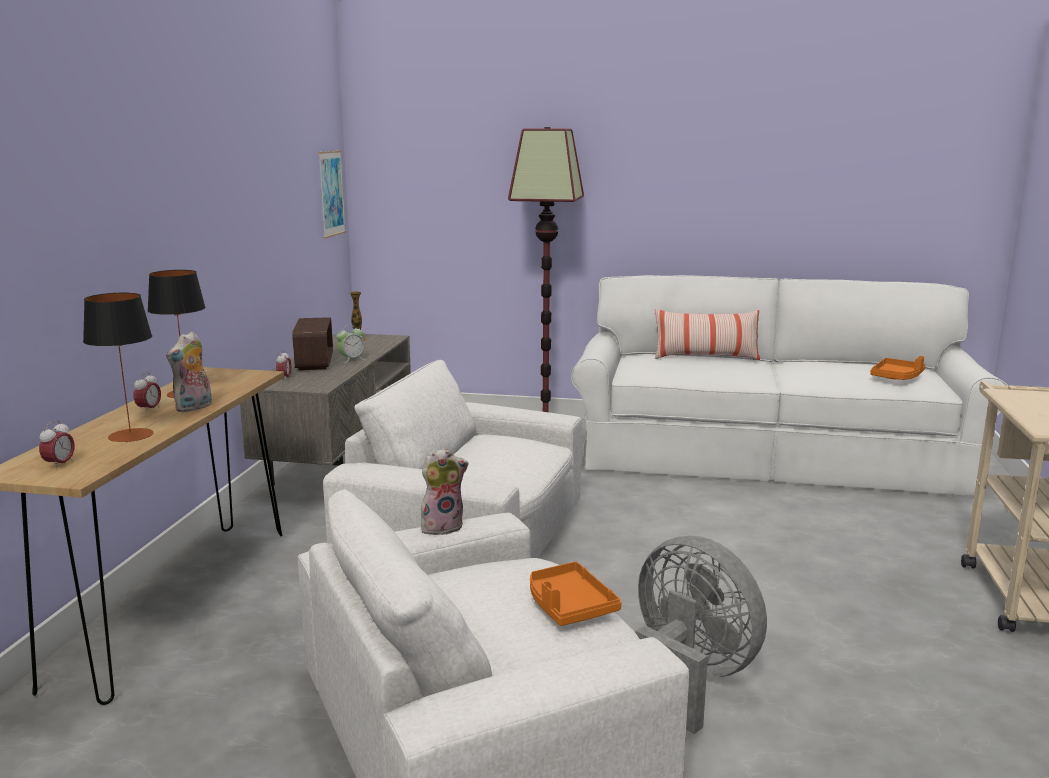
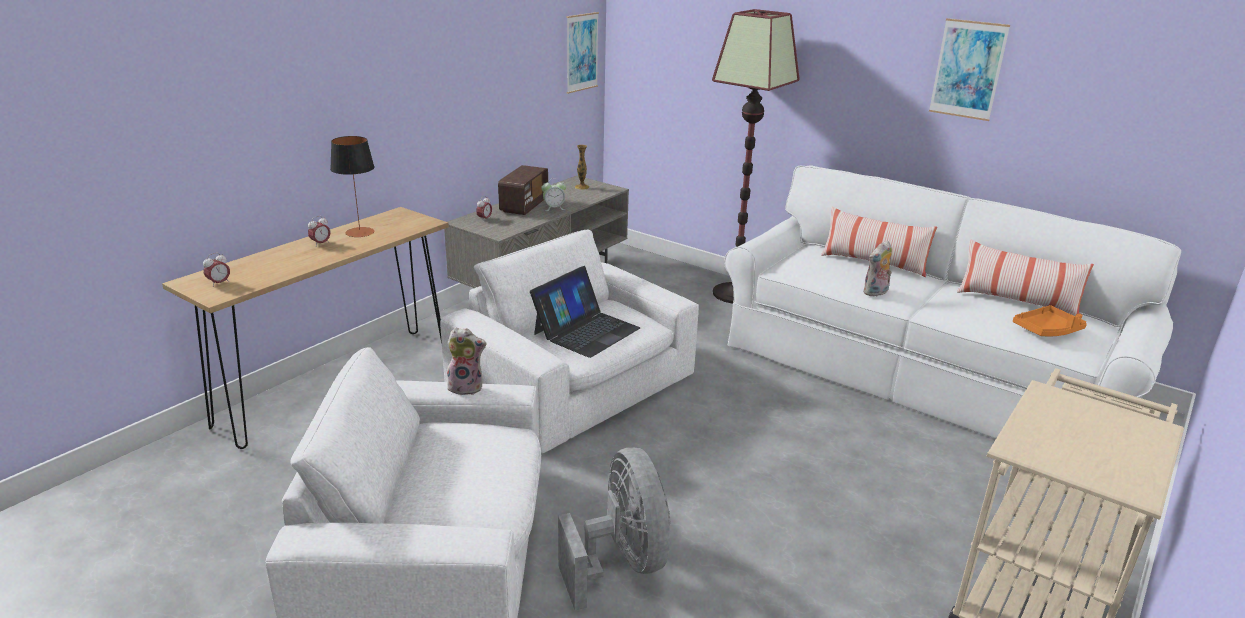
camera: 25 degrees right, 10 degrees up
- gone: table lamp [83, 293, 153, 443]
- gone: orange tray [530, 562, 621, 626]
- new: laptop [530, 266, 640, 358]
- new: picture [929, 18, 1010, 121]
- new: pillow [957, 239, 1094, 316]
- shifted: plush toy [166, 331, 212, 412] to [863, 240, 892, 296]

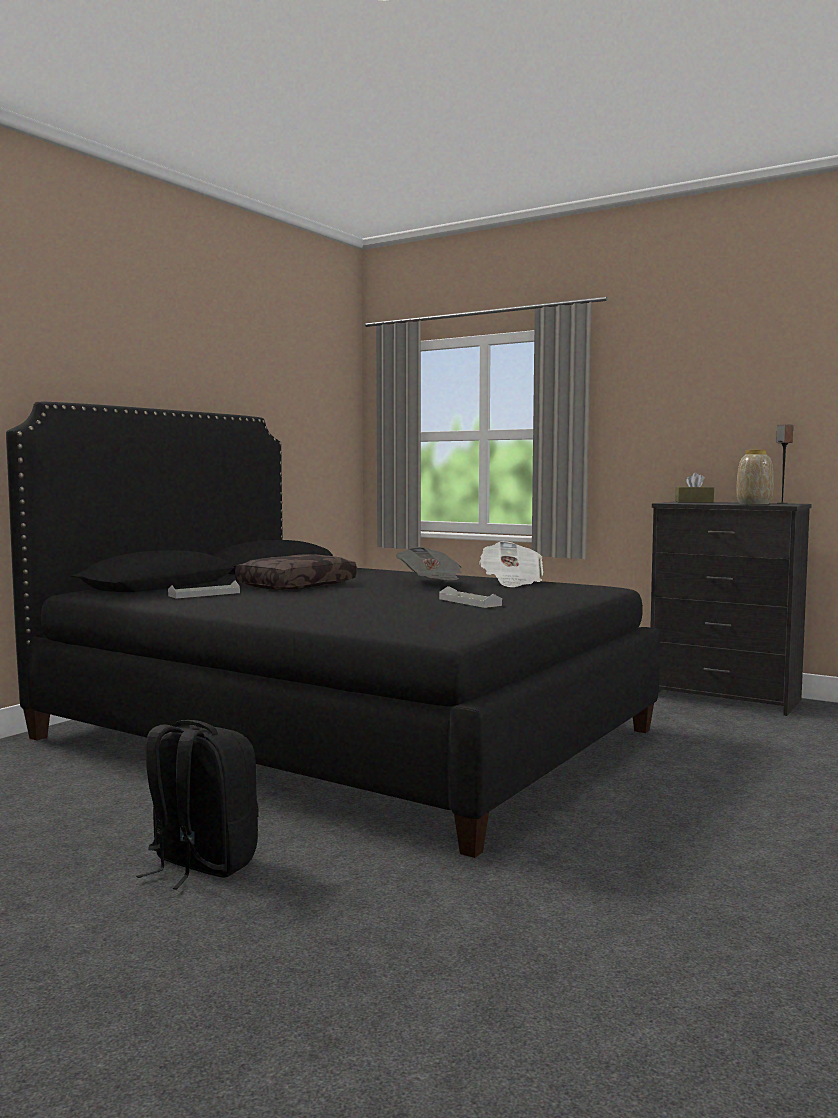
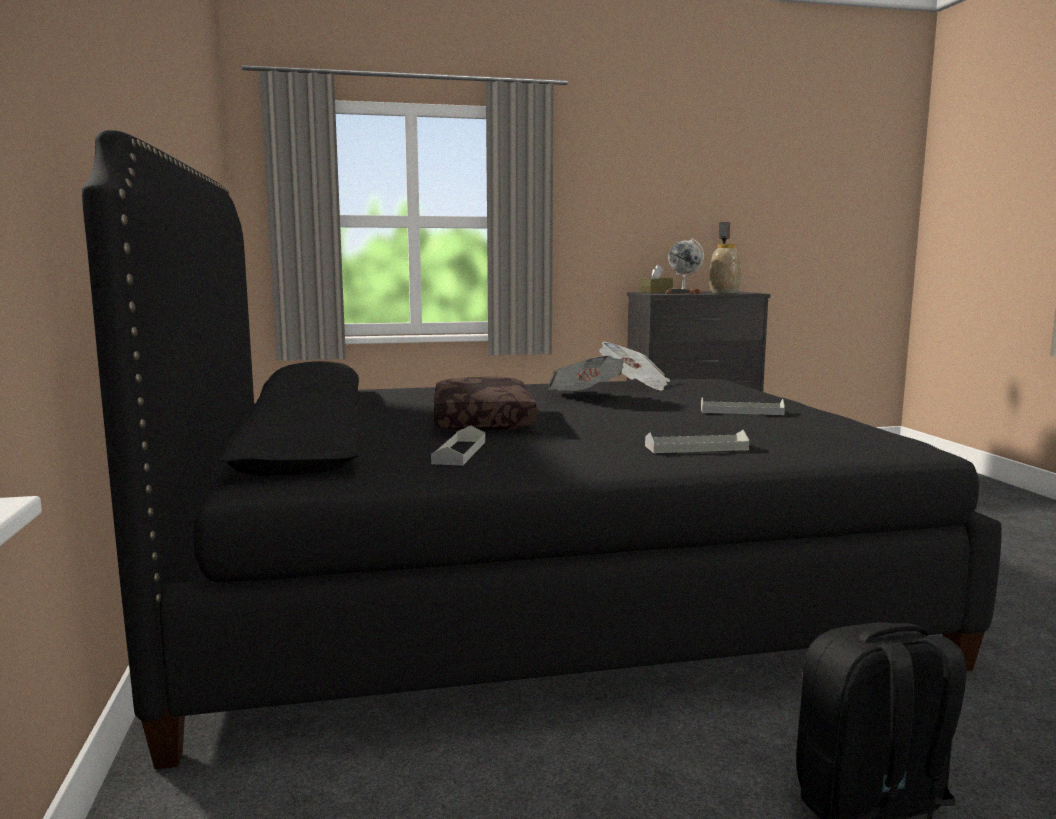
camera: 45 degrees left, 5 degrees up
- new: grey tray [645, 430, 749, 453]
- new: globe [666, 239, 704, 294]

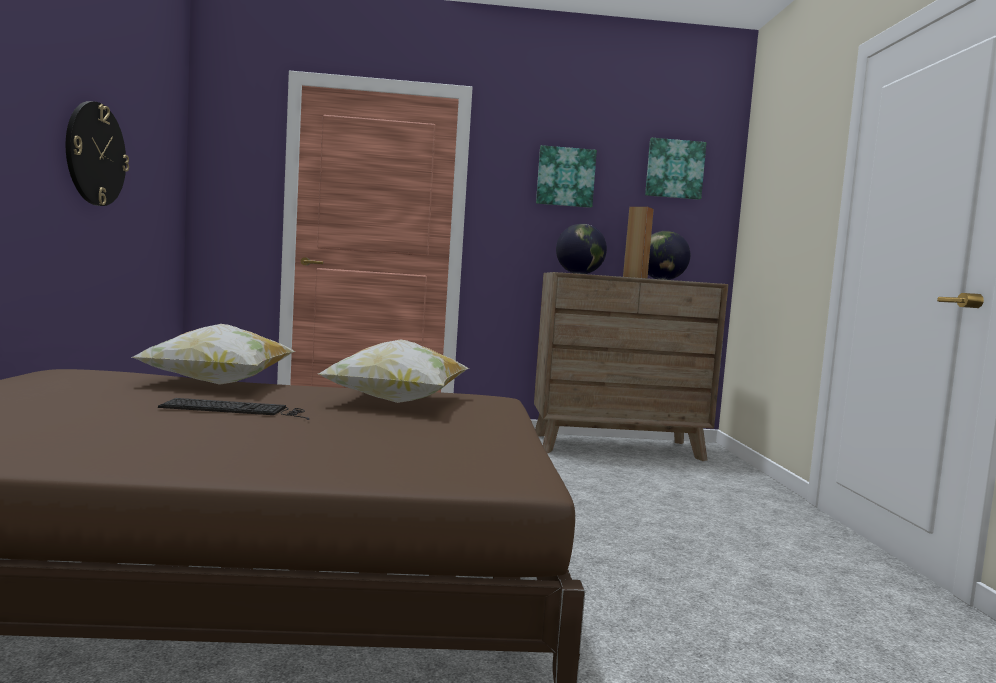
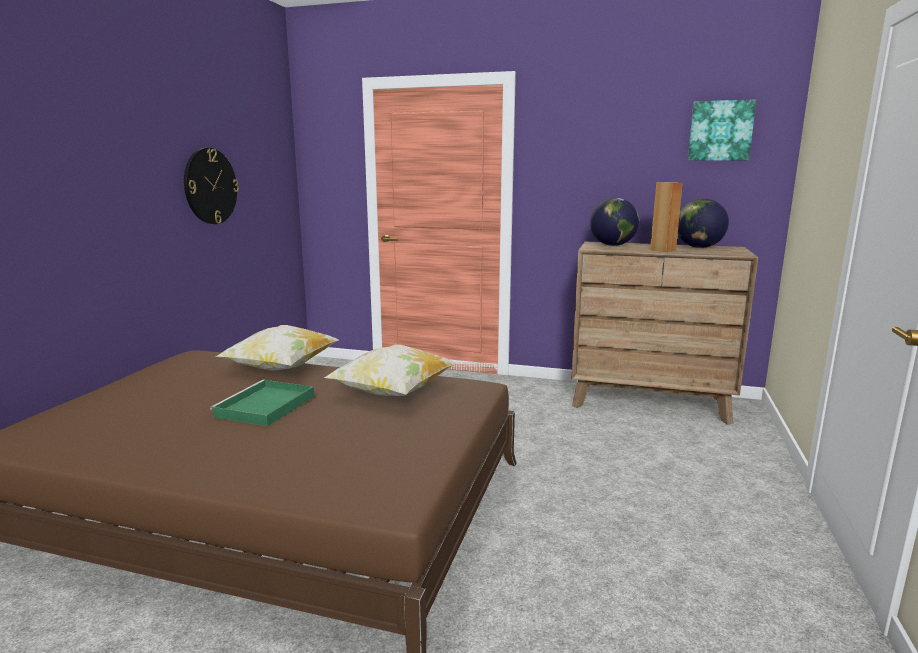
camera: 20 degrees right, 10 degrees up
- gone: picture [536, 145, 597, 208]
- swapped: keyboard [158, 398, 310, 420] to green tray [210, 380, 314, 427]

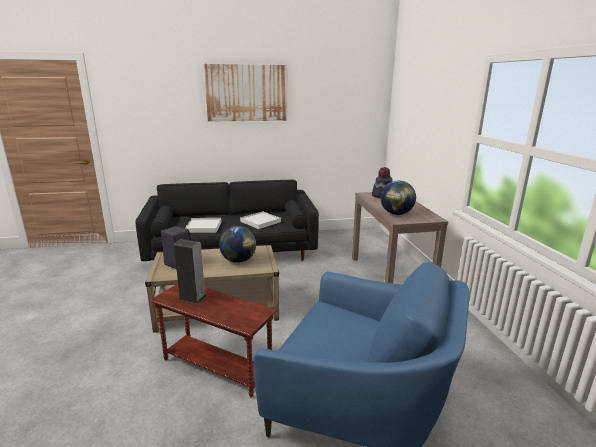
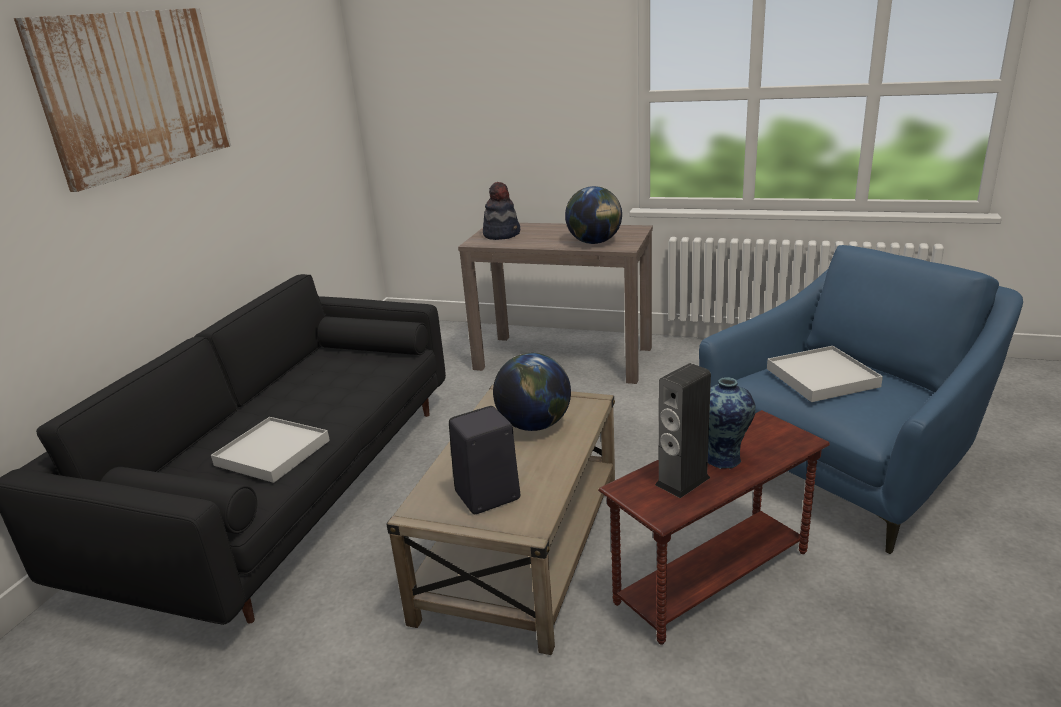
camera: 60 degrees left, 5 degrees up
- new: vase [708, 377, 756, 469]
- shifted: white tray [240, 211, 281, 229] to [767, 346, 883, 402]

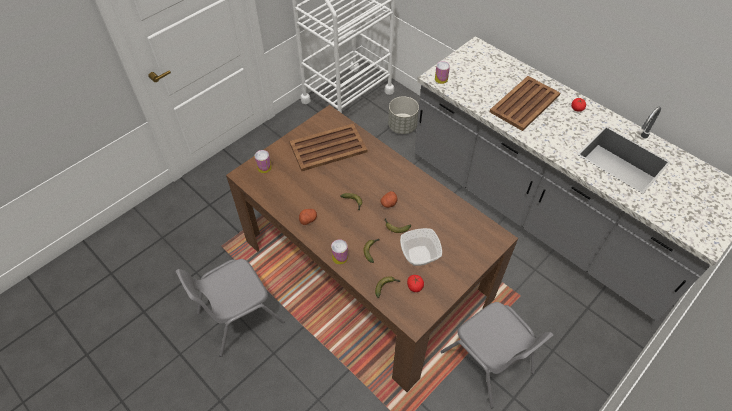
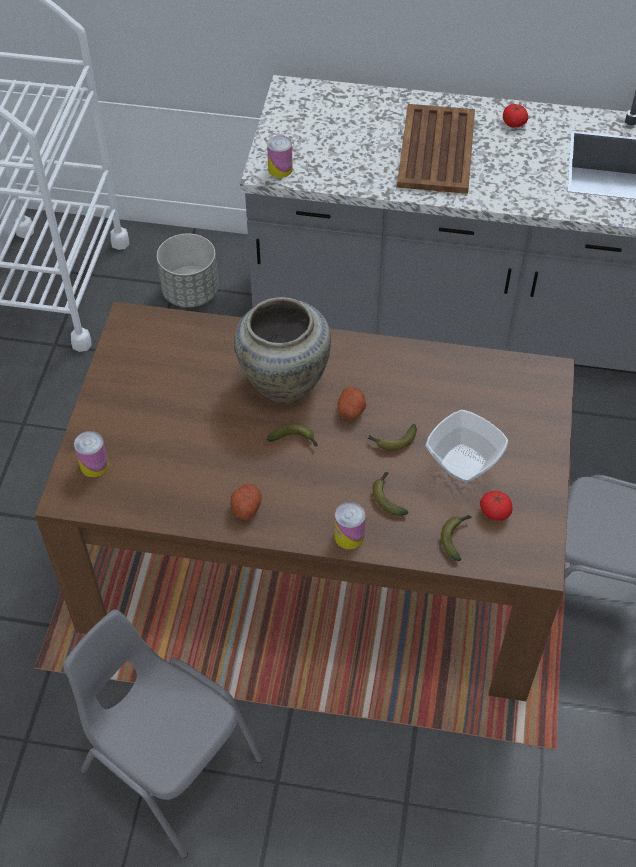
camera: 35 degrees left, 0 degrees up
- gone: brown tray [289, 123, 367, 171]
- new: beige vase [234, 297, 331, 403]
- rotated: grey chair [176, 259, 285, 357] = [63, 610, 263, 858] 105 degrees clockwise

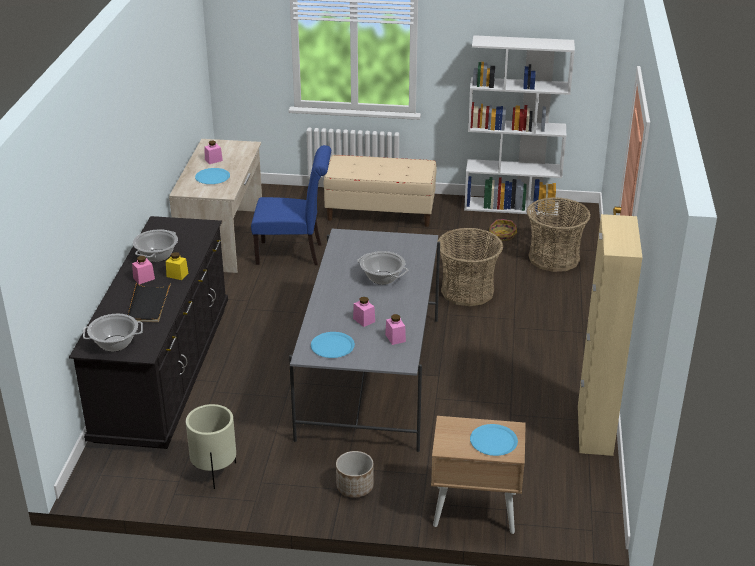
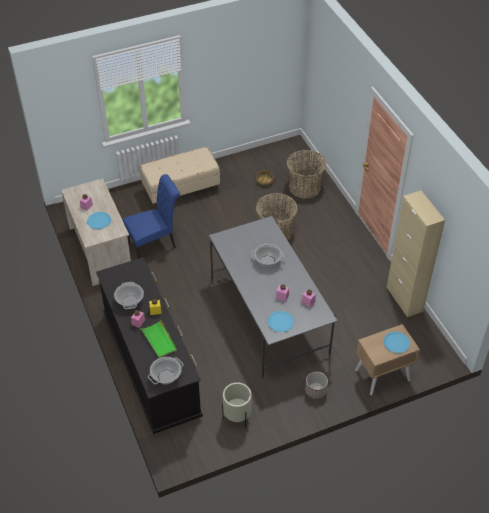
camera: 30 degrees left, 15 degrees up
- gone: white bookcase [464, 35, 575, 216]
- repainted: black tray [128, 282, 171, 322] to green tray [140, 319, 177, 358]

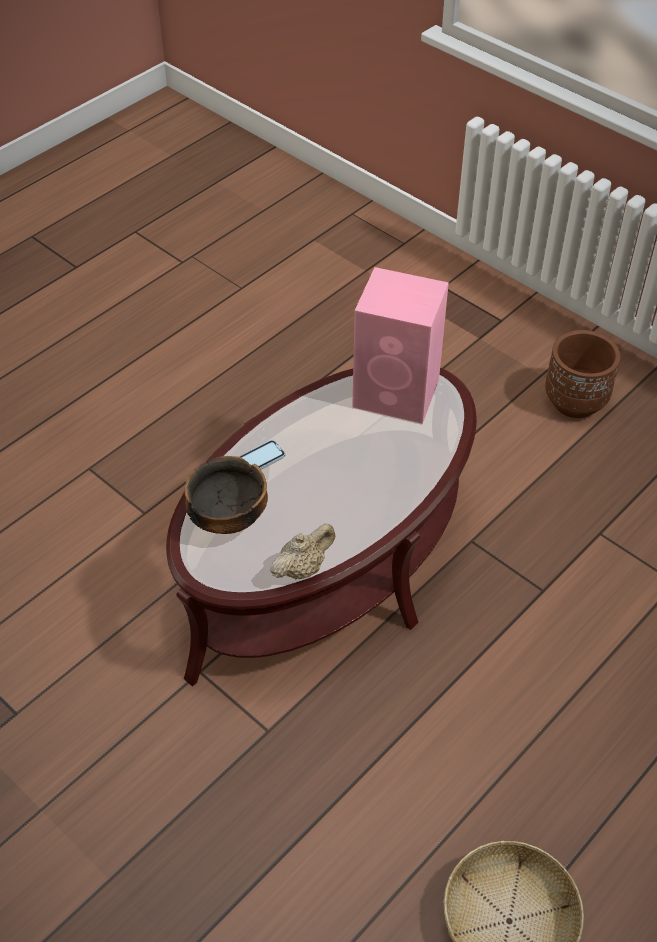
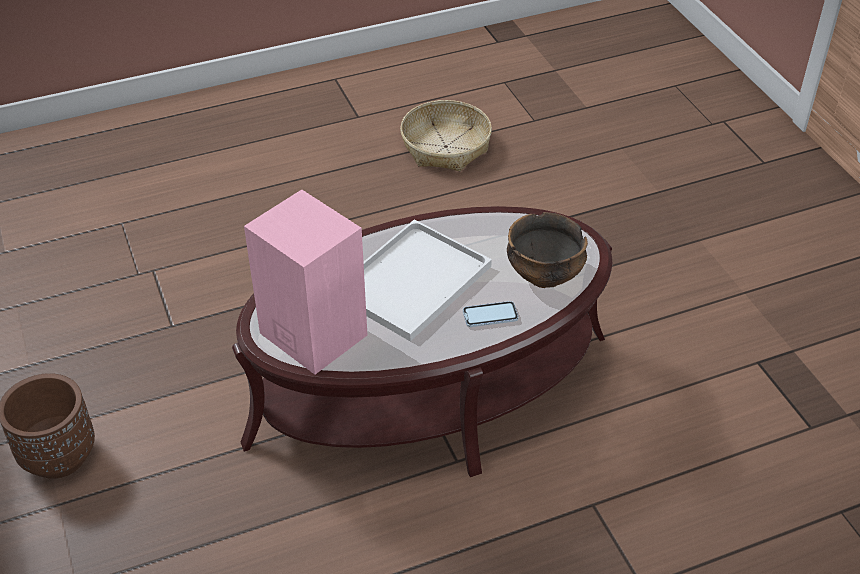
camera: 155 degrees left, 5 degrees down
- gone: beige teapot [270, 524, 335, 579]
- new: white tray [364, 219, 492, 342]

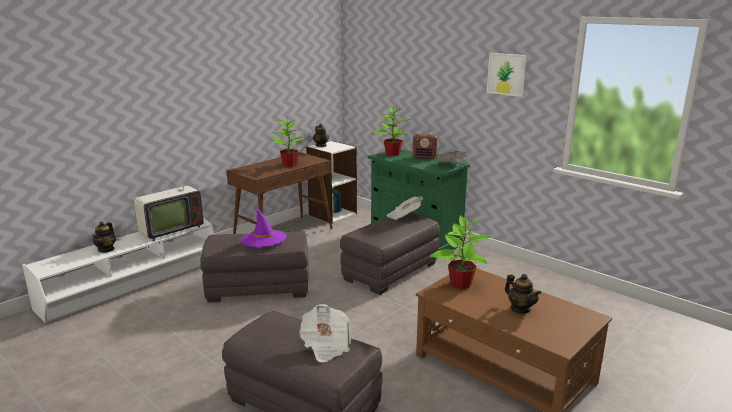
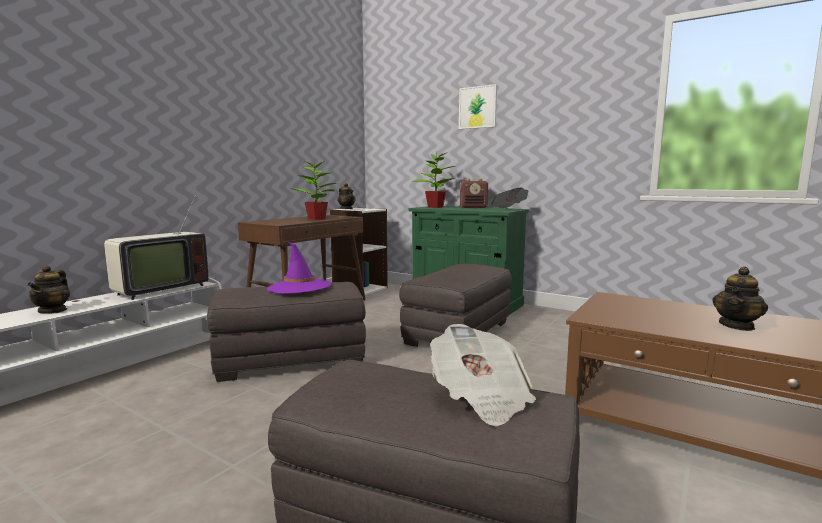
camera: 10 degrees left, 10 degrees down
- gone: newspaper [387, 196, 423, 220]
- gone: potted plant [429, 215, 491, 289]
- shifted: picture [487, 53, 527, 97] to [459, 84, 497, 129]
- rotated: teapot [505, 274, 541, 314] = [712, 266, 768, 331] 90 degrees clockwise

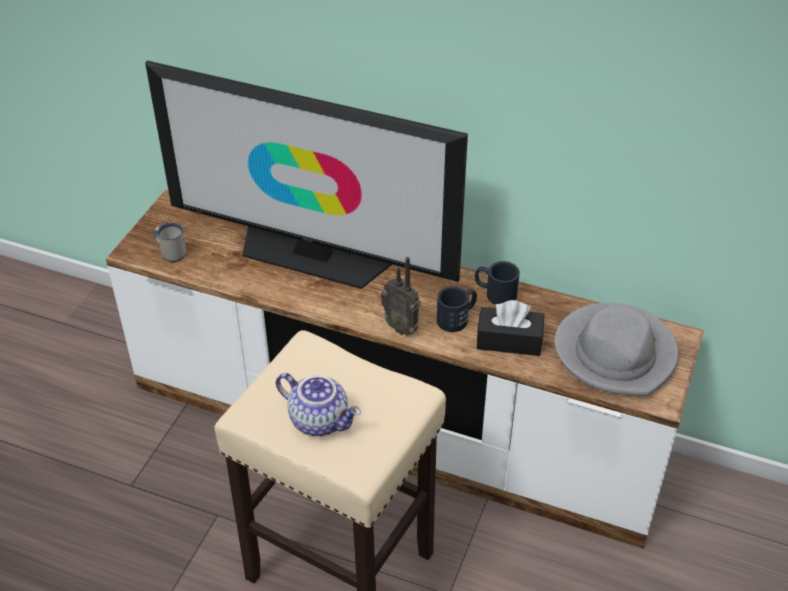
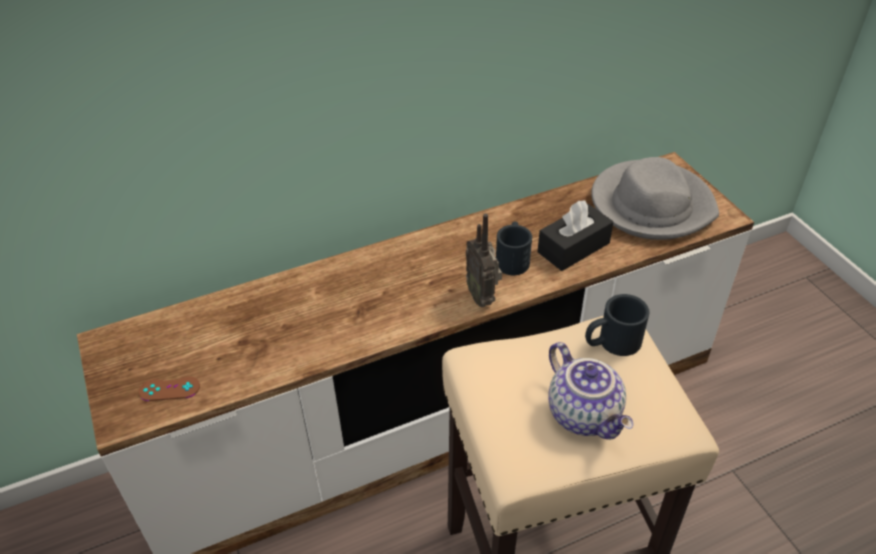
camera: 45 degrees left, 0 degrees up
- gone: television [145, 61, 468, 289]
- shifted: black mug [475, 261, 520, 305] to [585, 294, 650, 356]
- swapped: white mug [153, 223, 186, 262] to brown game controller [139, 376, 200, 401]
- rotated: teapot [276, 373, 361, 436] = [549, 342, 633, 440] 75 degrees clockwise
- rotated: radio [381, 257, 420, 336] = [466, 214, 502, 307] 75 degrees clockwise

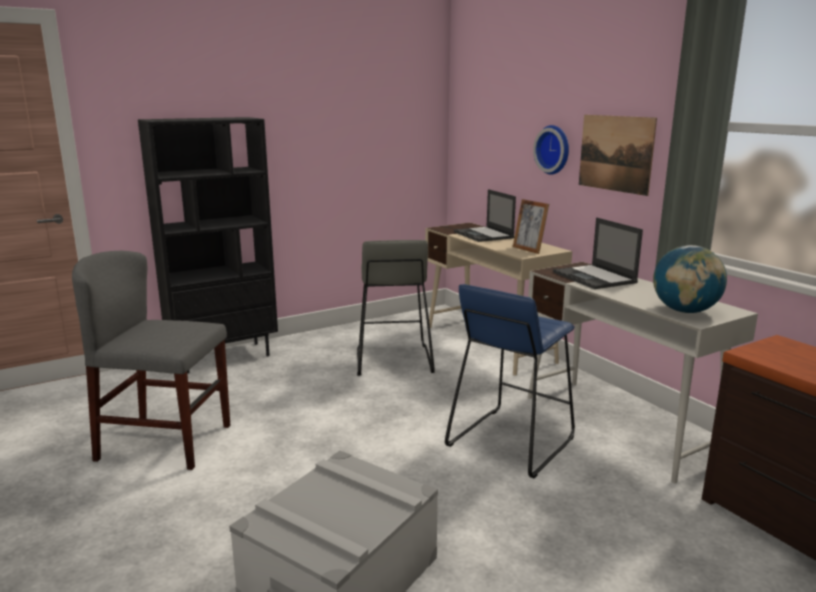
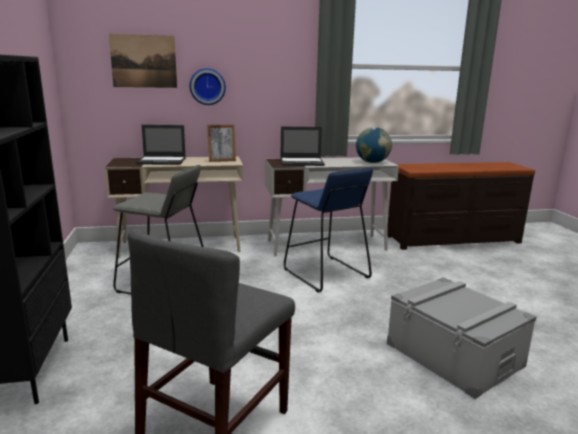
camera: 70 degrees left, 0 degrees up
- shifted: picture [579, 115, 657, 196] to [109, 34, 177, 88]

